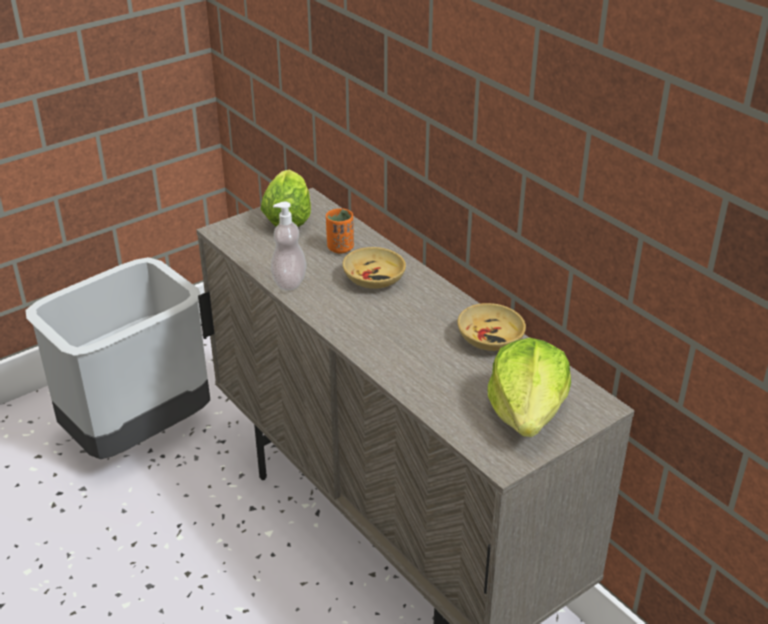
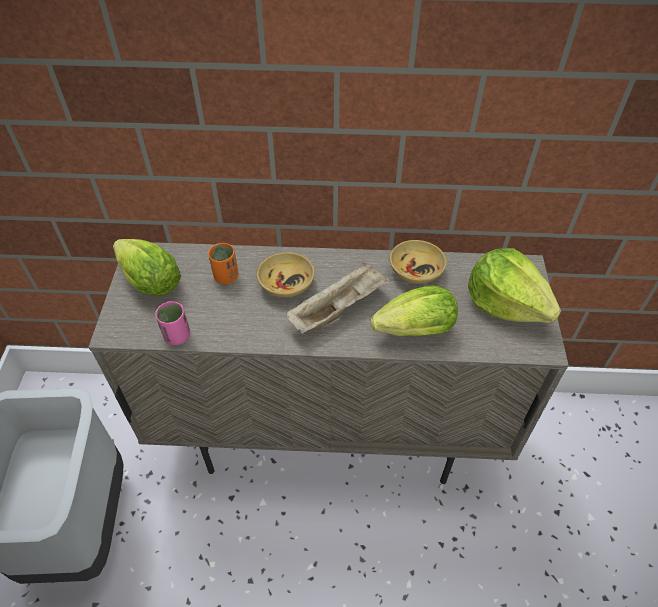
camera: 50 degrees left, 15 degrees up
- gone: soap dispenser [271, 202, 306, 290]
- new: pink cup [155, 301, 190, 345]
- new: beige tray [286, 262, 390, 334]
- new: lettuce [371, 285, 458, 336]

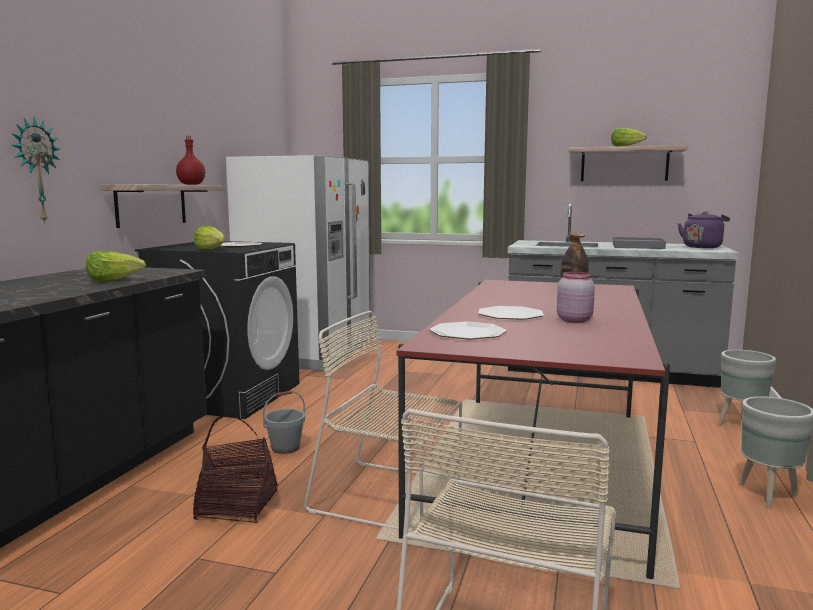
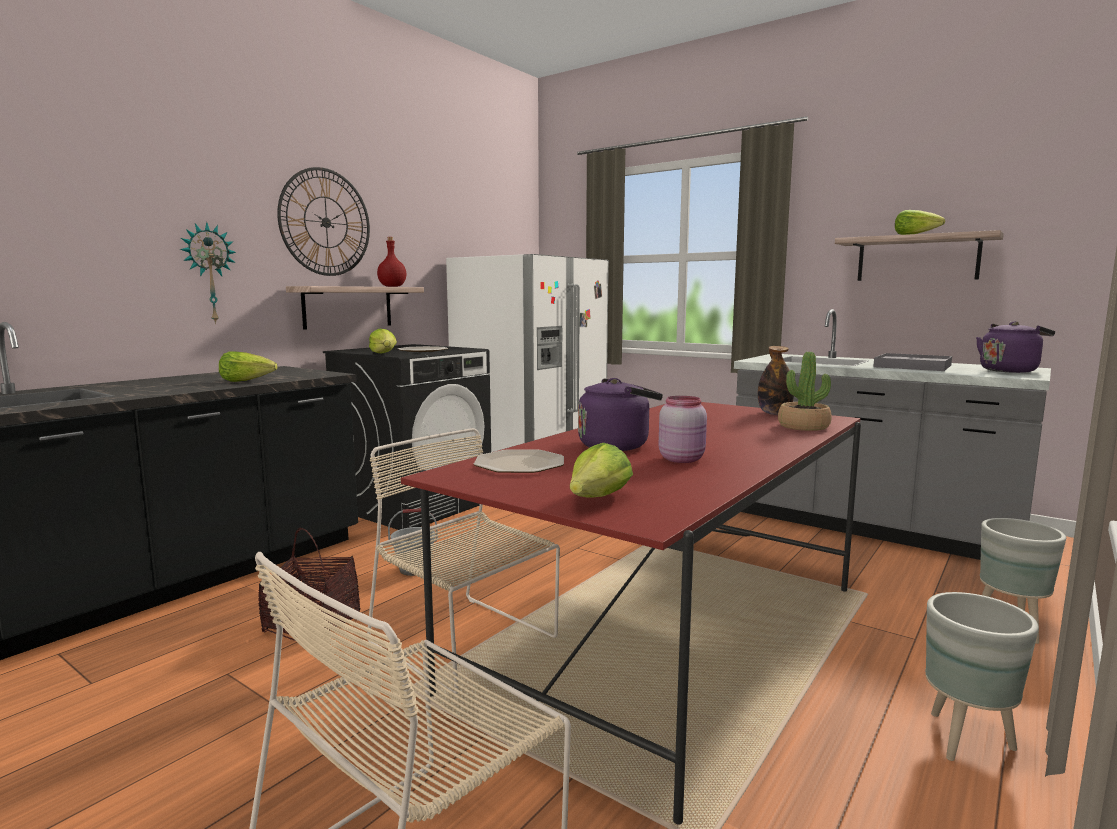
camera: 20 degrees right, 0 degrees up
- new: wall clock [277, 167, 370, 276]
- new: lettuce [570, 443, 633, 497]
- new: potted plant [778, 352, 832, 431]
- swapped: plate [478, 306, 544, 320] to purple kettle [578, 378, 663, 451]

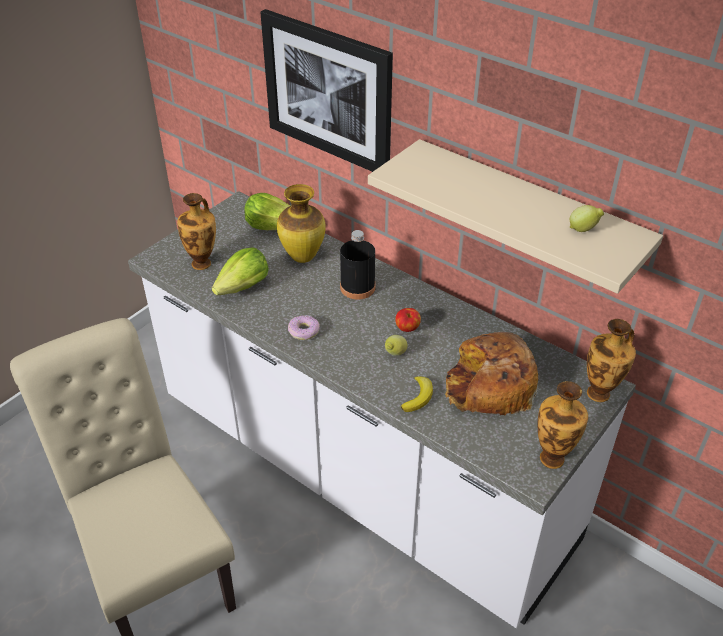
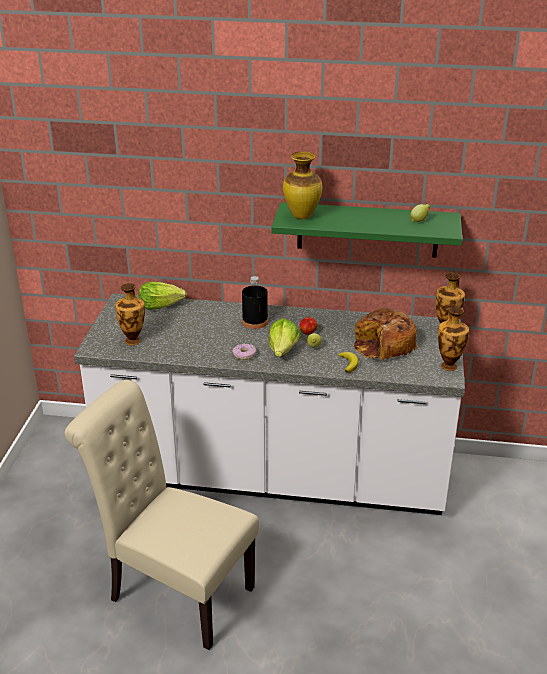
camera: 30 degrees left, 10 degrees down
- gone: picture [260, 9, 393, 172]
- shifted: lettuce [212, 248, 269, 295] to [269, 318, 300, 357]
- shifted: vase [277, 184, 326, 263] to [283, 151, 322, 219]
- repainted: beige shelf [368, 139, 663, 294] to green shelf [271, 202, 463, 258]

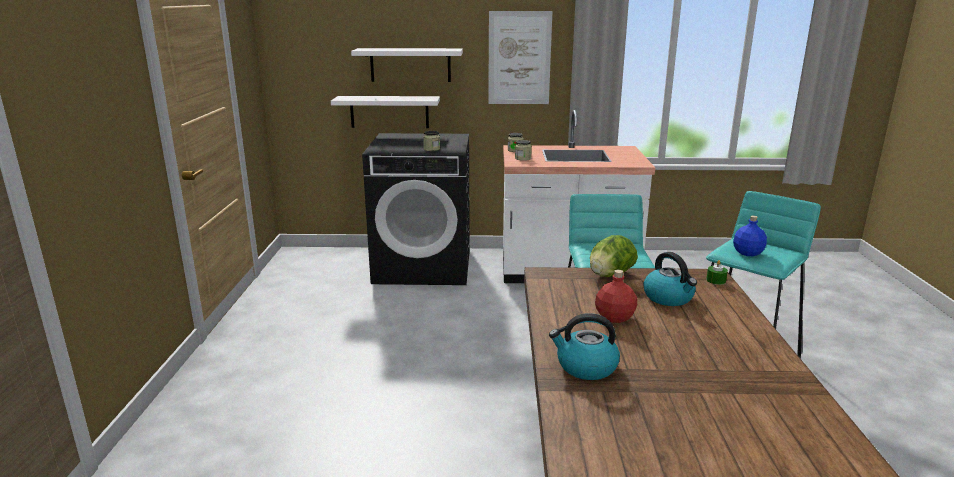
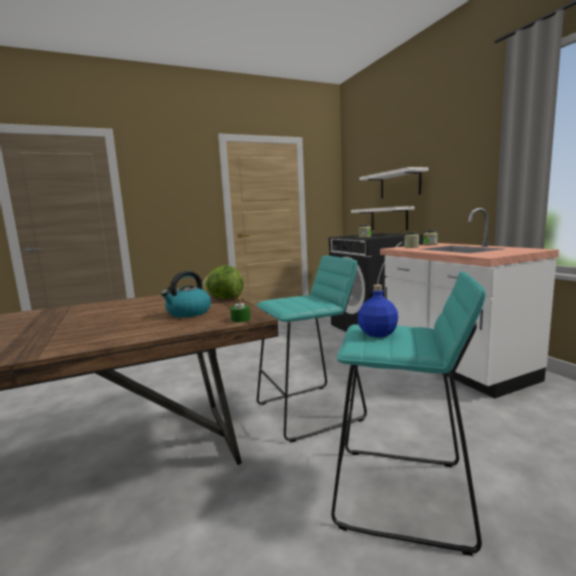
camera: 65 degrees right, 10 degrees down
- gone: picture [488, 11, 552, 104]
- gone: kettle [549, 313, 620, 380]
- gone: red bottle [595, 270, 637, 323]

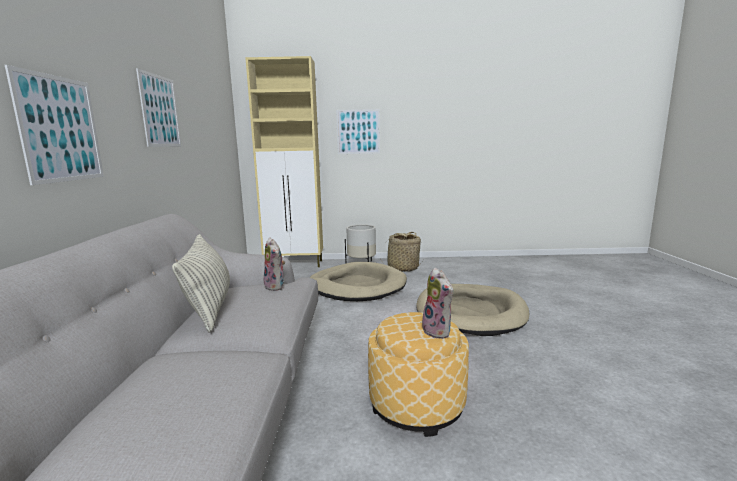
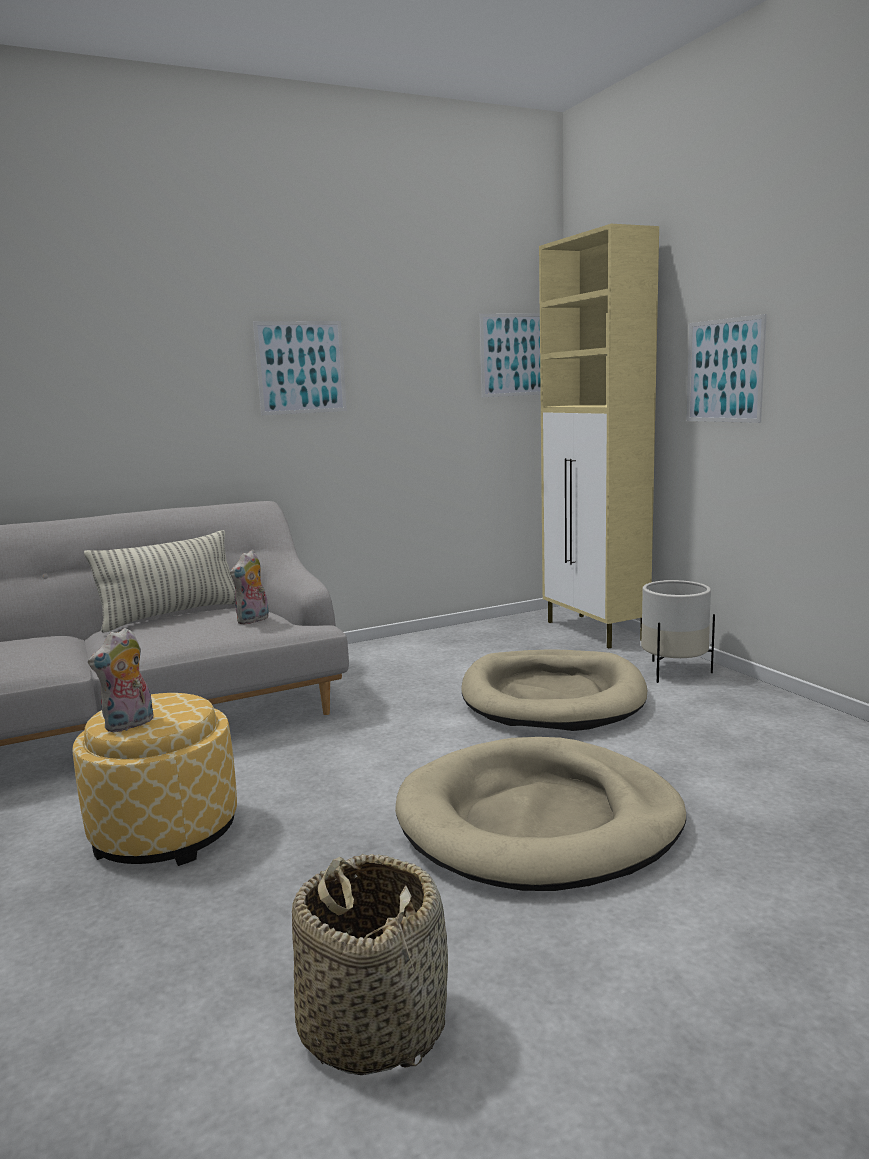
camera: 65 degrees right, 0 degrees up
- shifted: picture [5, 65, 104, 185] to [480, 314, 541, 397]
- shifted: basket [380, 232, 422, 272] to [292, 854, 448, 1075]

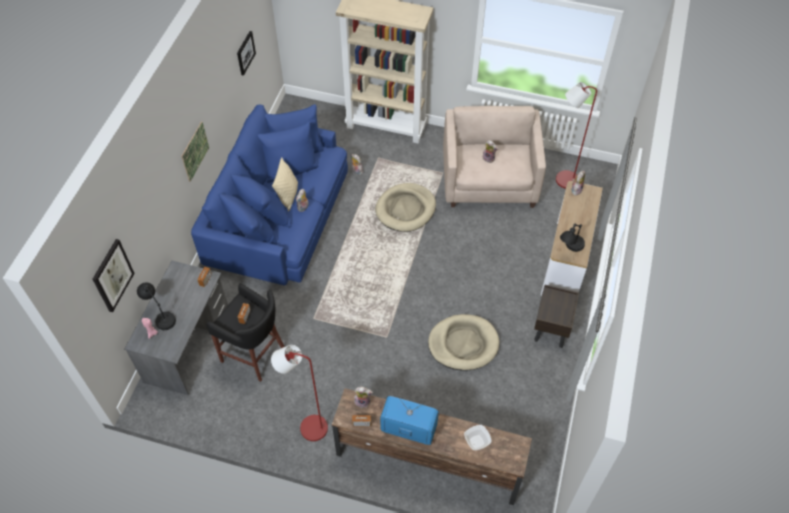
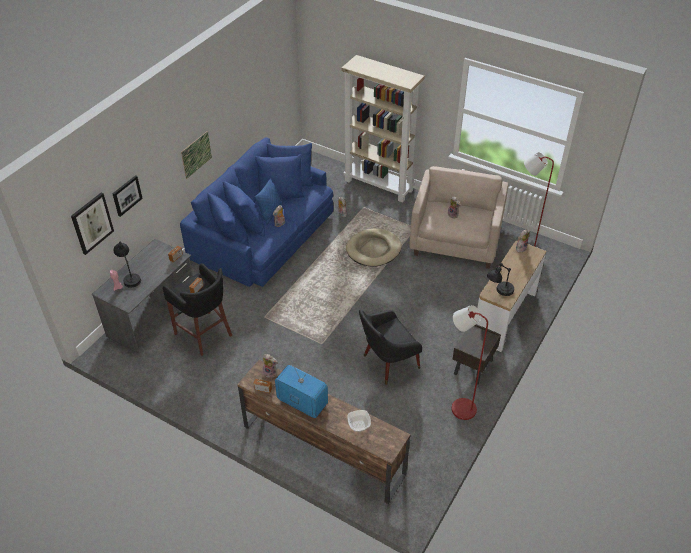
camera: 15 degrees right, 10 degrees down
- shifted: picture [237, 31, 256, 76] to [112, 175, 143, 217]
- shifted: red floor lamp [271, 345, 328, 441] to [451, 305, 488, 420]
- swapped: beige dog bed [428, 314, 499, 371] to black armchair [359, 310, 422, 385]
- repainted: beige pillow [272, 157, 298, 212] to blue pillow [255, 178, 282, 225]

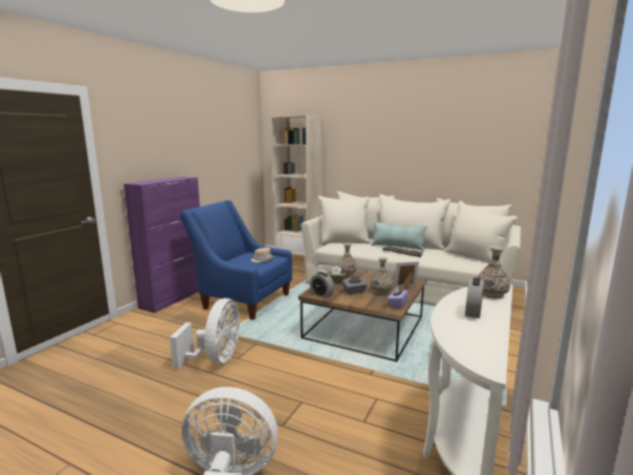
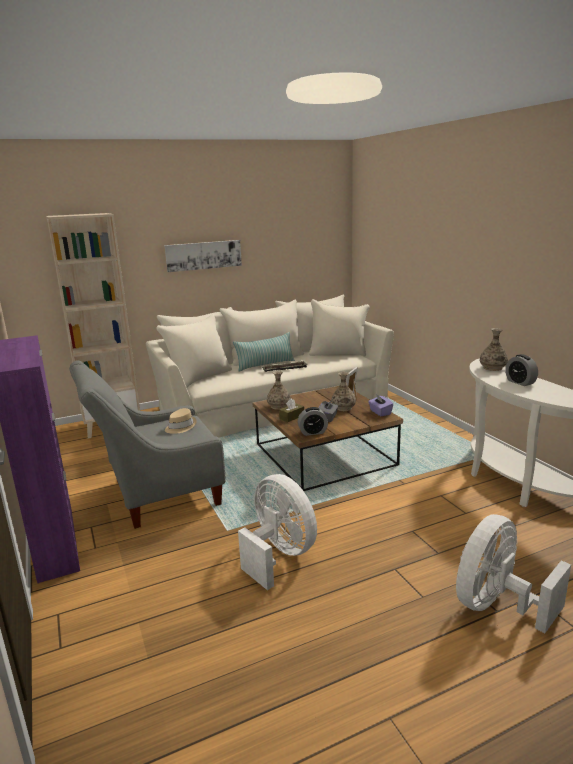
camera: 50 degrees left, 5 degrees up
- new: picture [164, 240, 242, 272]
- repainted: blue armchair [180, 200, 292, 320] to grey armchair [69, 361, 226, 529]

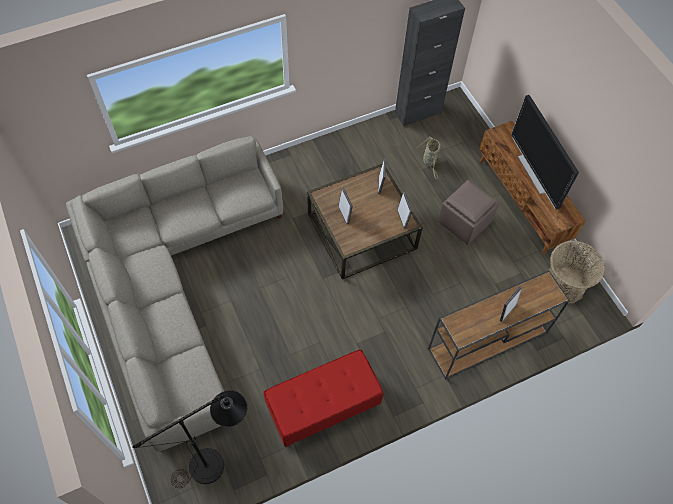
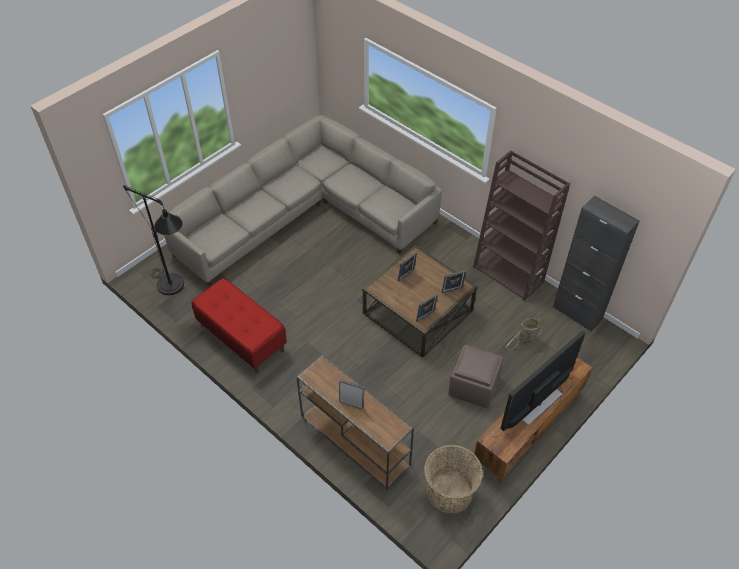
camera: 70 degrees right, 10 degrees down
- new: brown bookcase [473, 150, 570, 301]

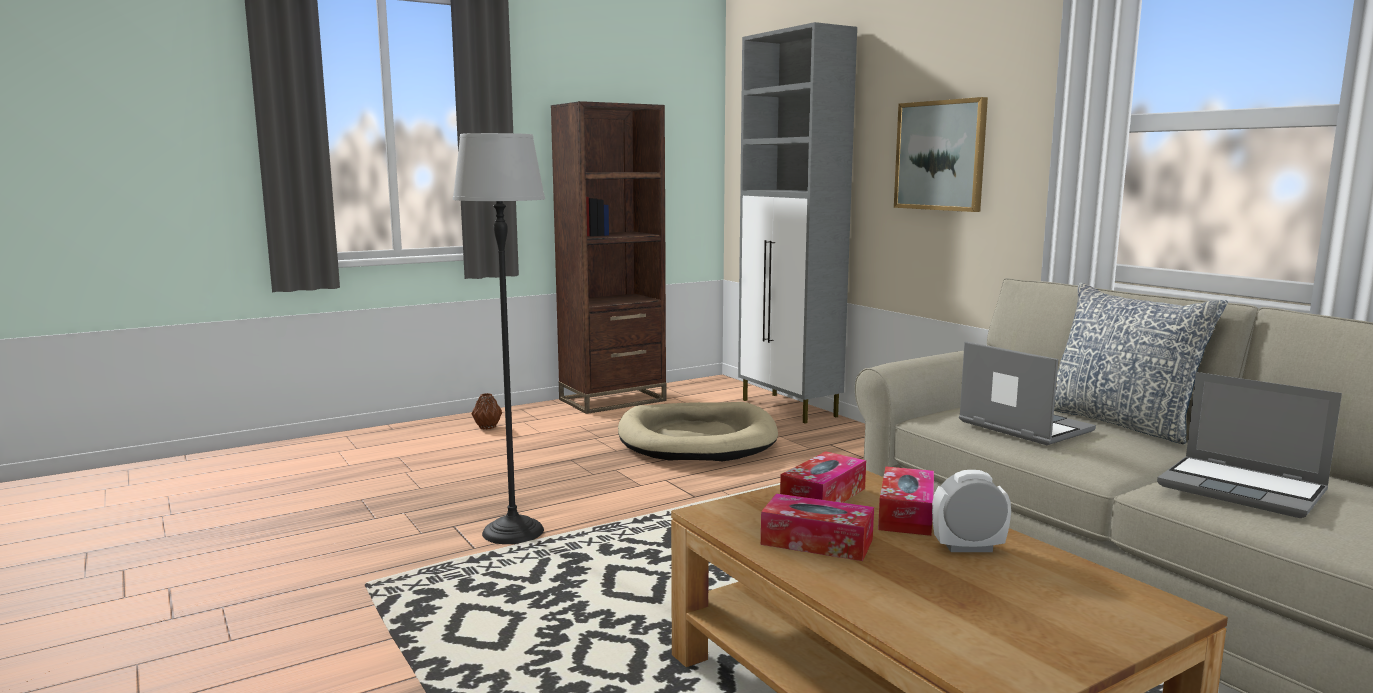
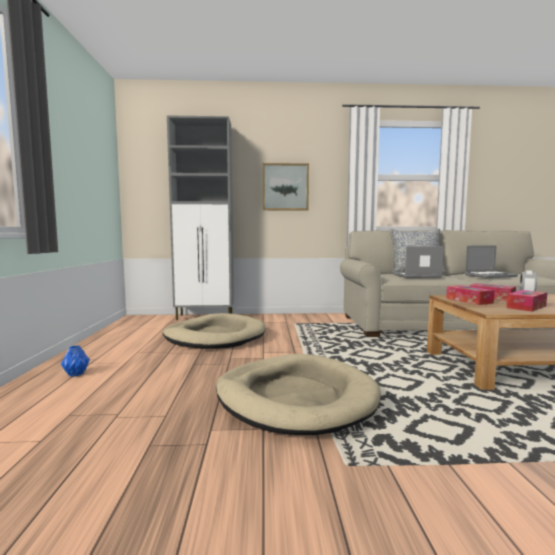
camera: 60 degrees left, 5 degrees down
- gone: brown bookcase [551, 101, 667, 414]
- swapped: floor lamp [453, 133, 545, 544] to beige dog bed [216, 354, 381, 435]
- repainted: brown vase [471, 393, 502, 429] to blue vase [61, 346, 90, 377]

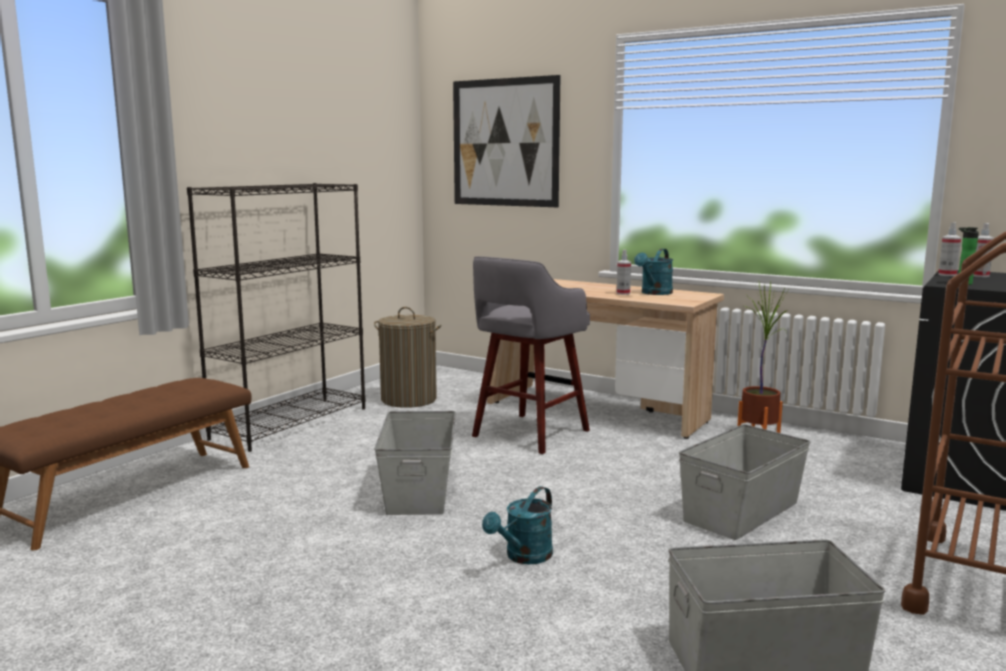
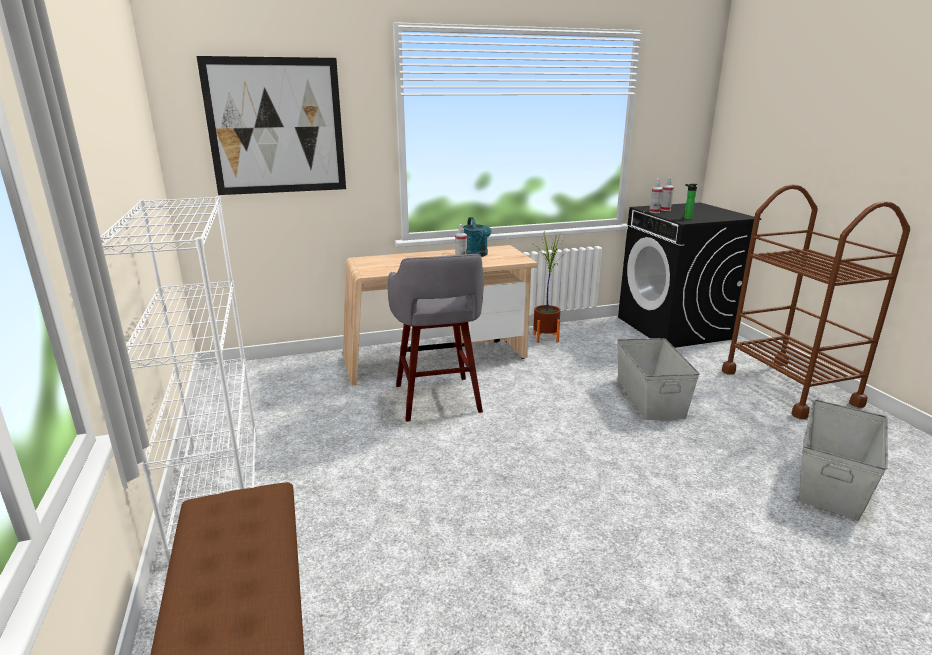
camera: 50 degrees left, 10 degrees up
- gone: laundry basket [374, 307, 442, 408]
- gone: grey storage box [374, 411, 456, 515]
- gone: turquoise watering can [482, 486, 553, 565]
- repainted: black bookcase [187, 183, 365, 452] to white bookcase [100, 196, 258, 566]

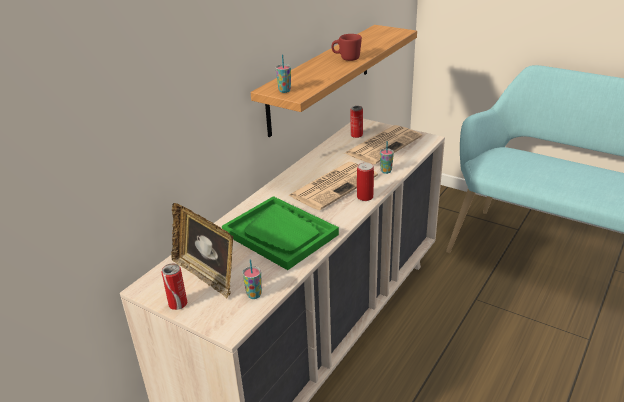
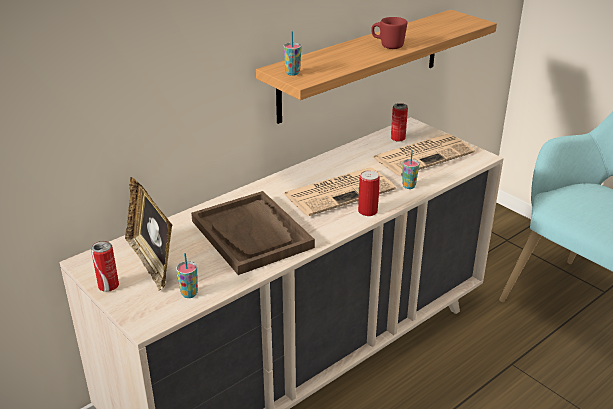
camera: 15 degrees right, 0 degrees up
- repainted: green tray [222, 196, 339, 270] to brown tray [191, 191, 315, 275]

